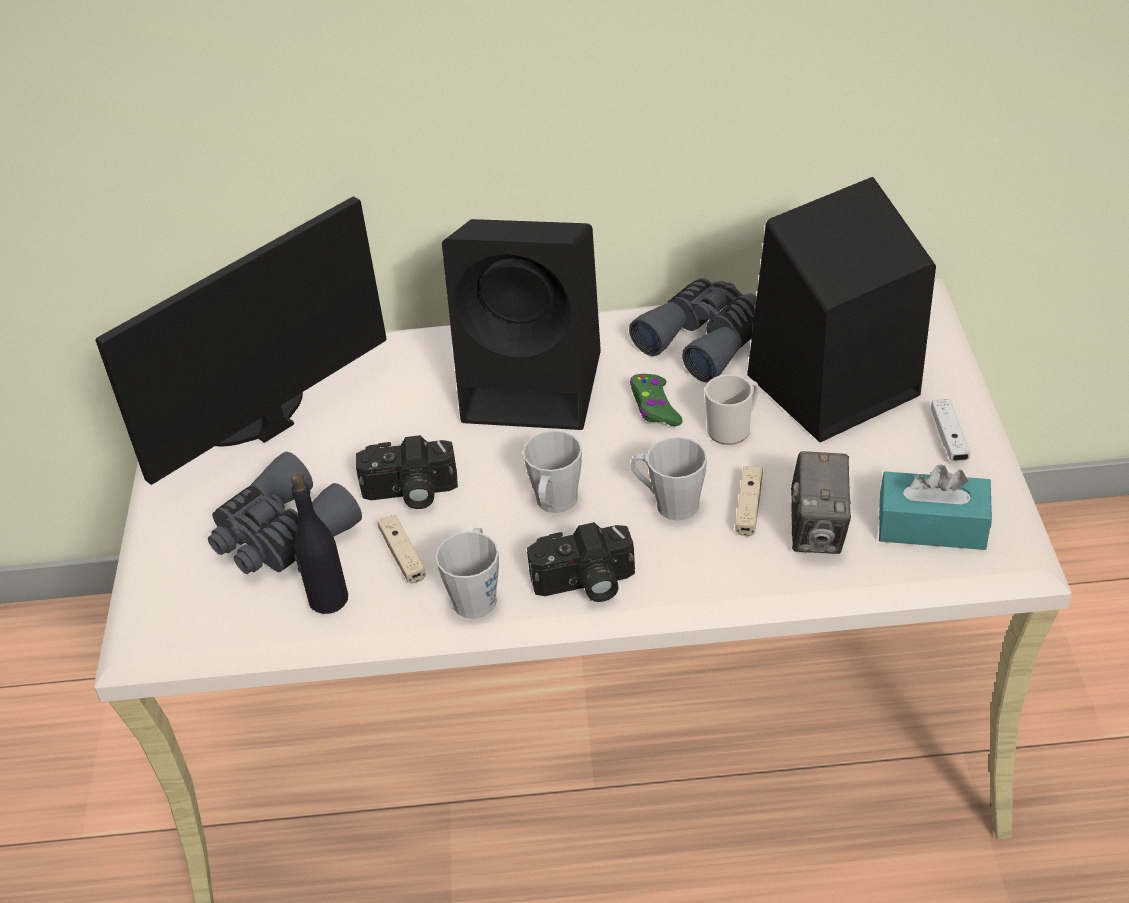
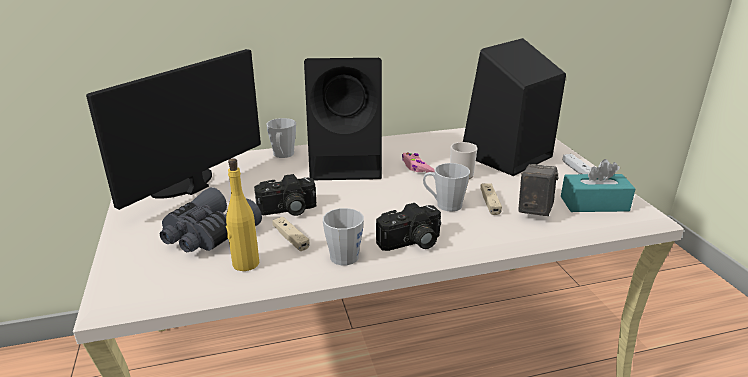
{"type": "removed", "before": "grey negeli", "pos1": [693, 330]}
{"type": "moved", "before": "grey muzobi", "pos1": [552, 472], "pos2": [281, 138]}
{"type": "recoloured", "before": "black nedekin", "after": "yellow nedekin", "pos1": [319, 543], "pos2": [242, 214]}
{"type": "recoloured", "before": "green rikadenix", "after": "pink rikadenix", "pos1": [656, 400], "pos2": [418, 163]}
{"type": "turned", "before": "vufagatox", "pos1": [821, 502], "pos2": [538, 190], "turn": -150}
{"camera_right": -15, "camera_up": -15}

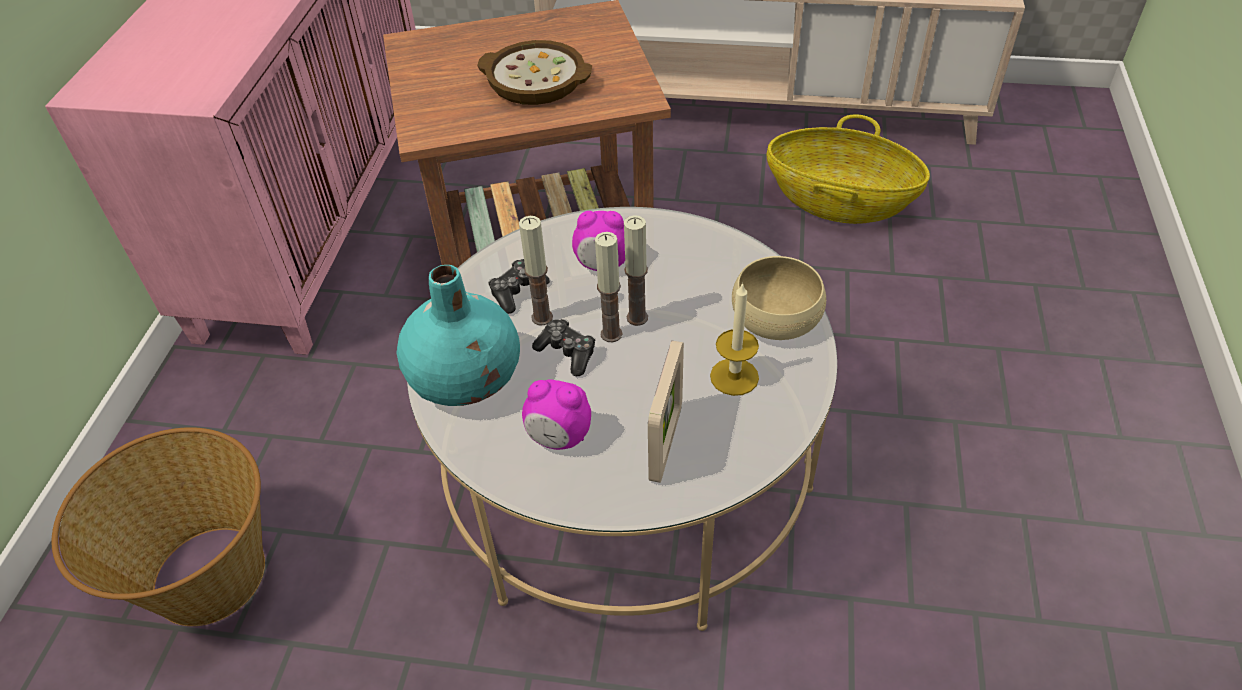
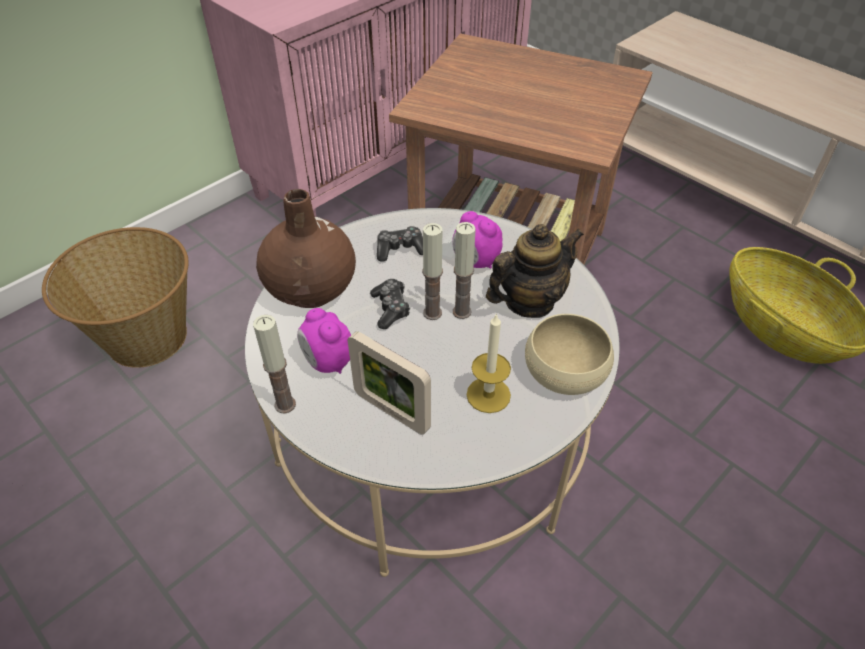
{"type": "removed", "before": "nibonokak", "pos1": [534, 72]}
{"type": "added", "after": "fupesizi", "pos2": [535, 271]}
{"type": "moved", "before": "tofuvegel", "pos1": [536, 270], "pos2": [274, 364]}
{"type": "recoloured", "before": "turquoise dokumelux", "after": "brown dokumelux", "pos1": [458, 335], "pos2": [306, 248]}
{"type": "turned", "before": "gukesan", "pos1": [666, 412], "pos2": [389, 383], "turn": 75}
{"camera_right": 35, "camera_up": 0}

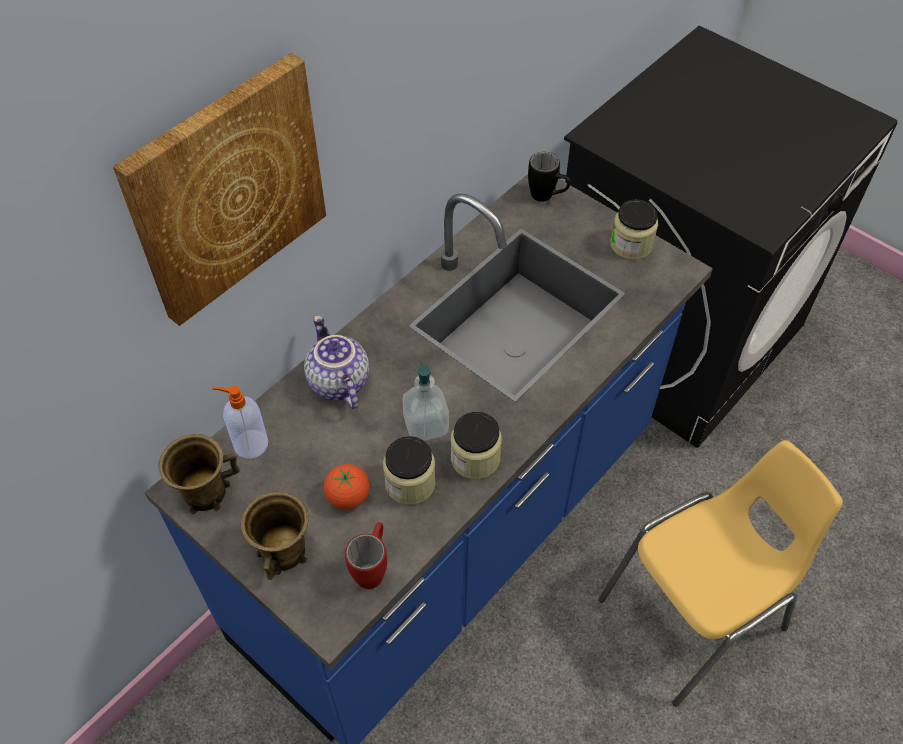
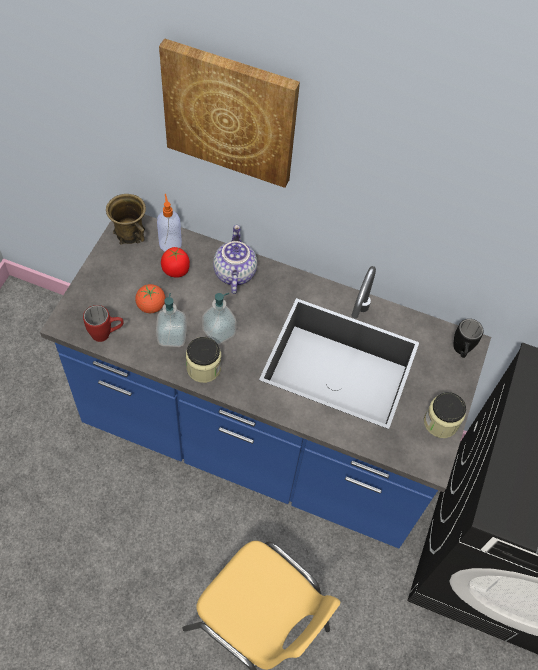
{"type": "removed", "before": "brown muzobi", "pos1": [275, 536]}
{"type": "added", "after": "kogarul", "pos2": [175, 262]}
{"type": "replaced", "before": "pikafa", "after": "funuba", "pos1": [409, 470], "pos2": [171, 320]}
{"type": "turned", "before": "fupesizi", "pos1": [336, 362], "pos2": [235, 259], "turn": -45}
{"camera_right": 65, "camera_up": 5}

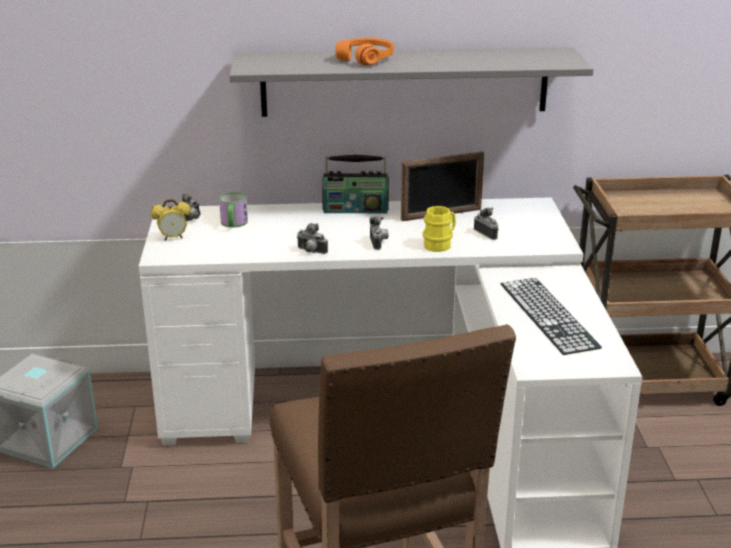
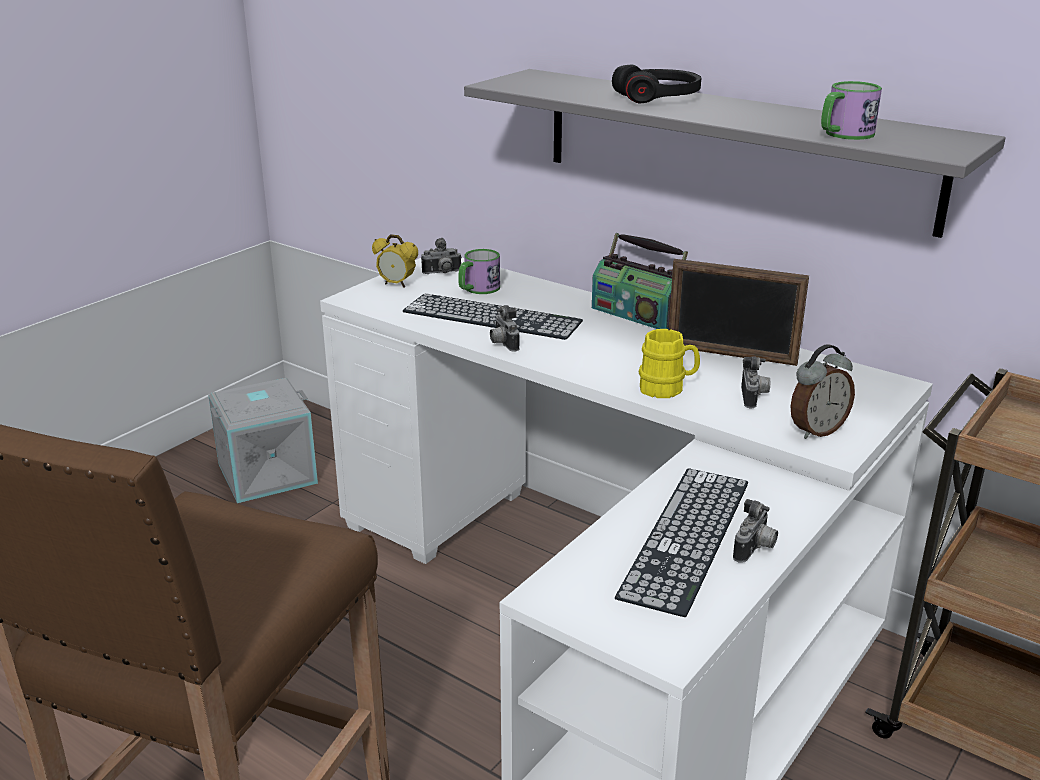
{"type": "added", "after": "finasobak", "pos2": [493, 317]}
{"type": "added", "after": "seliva", "pos2": [822, 391]}
{"type": "added", "after": "muzobi", "pos2": [851, 110]}
{"type": "moved", "before": "vufagatox", "pos1": [378, 233], "pos2": [755, 531]}
{"type": "recoloured", "before": "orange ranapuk", "after": "black ranapuk", "pos1": [365, 51], "pos2": [656, 83]}
{"camera_right": 40, "camera_up": 0}

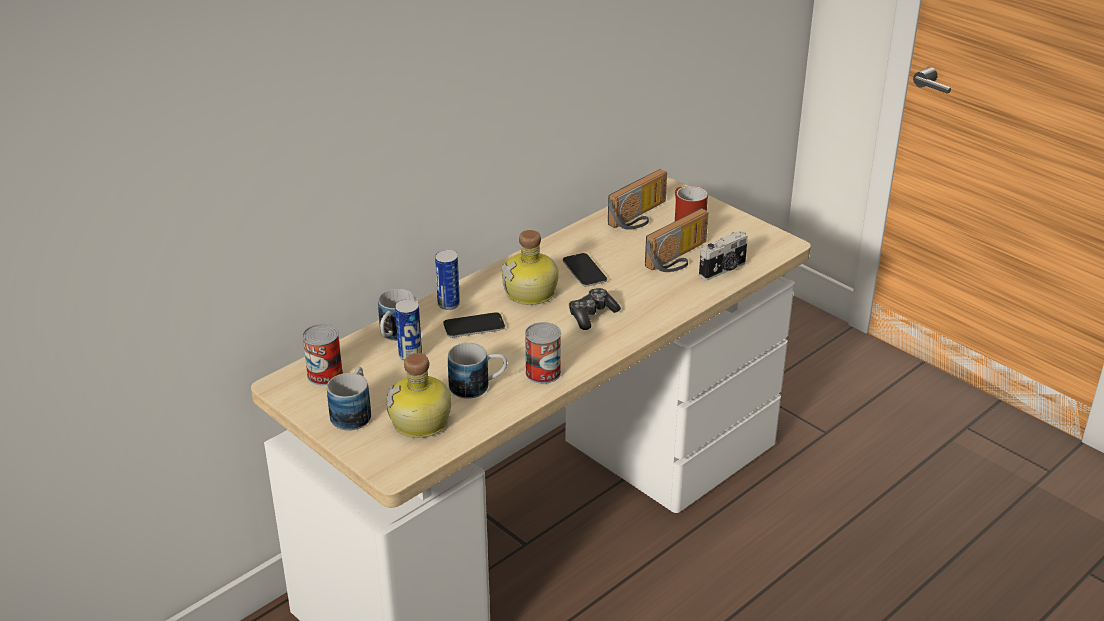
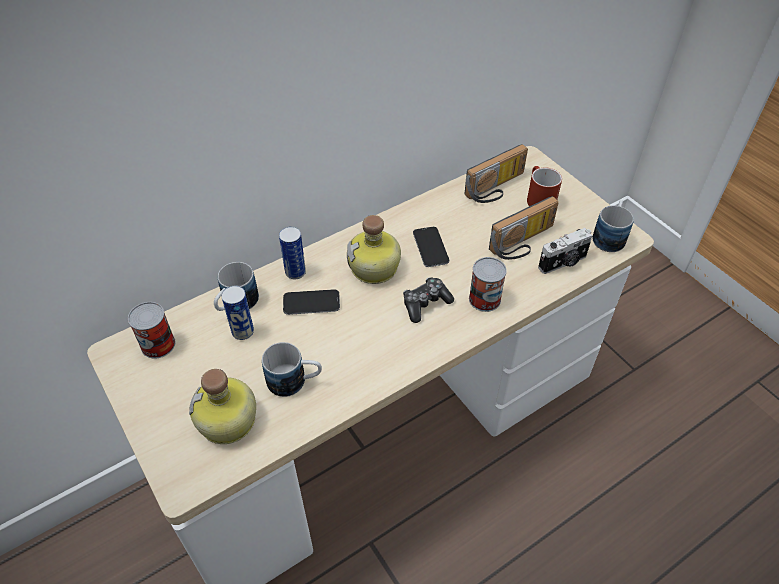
{"type": "moved", "before": "muzobi", "pos1": [349, 399], "pos2": [613, 226]}
{"type": "moved", "before": "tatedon", "pos1": [543, 353], "pos2": [488, 284]}
{"camera_right": 10, "camera_up": 15}

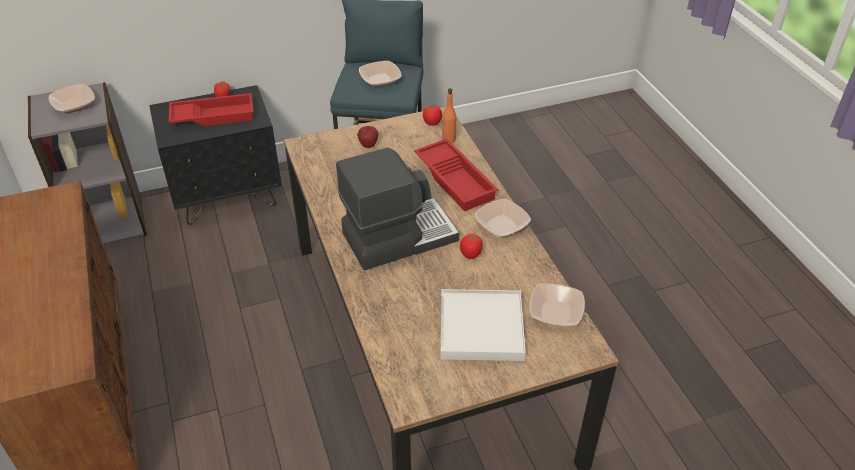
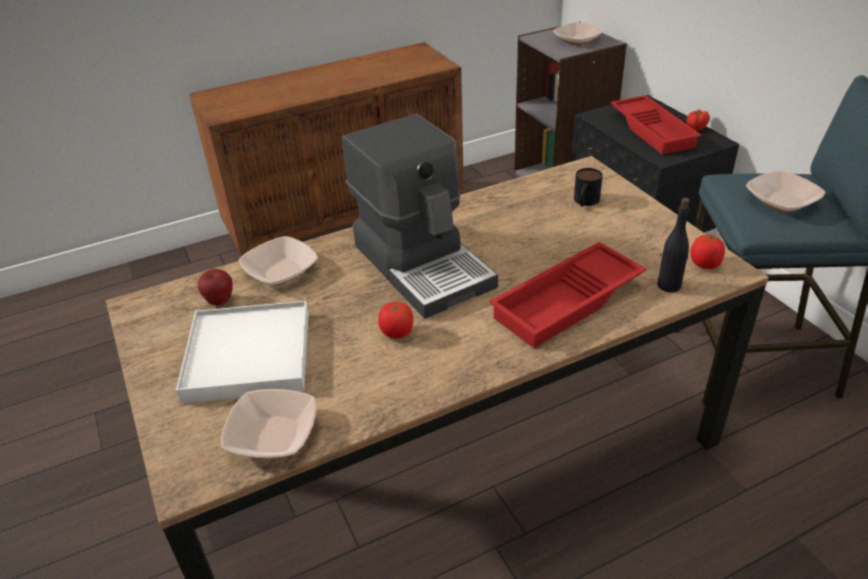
{"type": "added", "after": "muzobi", "pos2": [588, 187]}
{"type": "moved", "before": "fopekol", "pos1": [367, 137], "pos2": [215, 287]}
{"type": "moved", "before": "nibonokak", "pos1": [502, 218], "pos2": [278, 261]}
{"type": "recoloured", "before": "orange nedekin", "after": "black nedekin", "pos1": [449, 115], "pos2": [673, 245]}
{"camera_right": 85, "camera_up": -5}

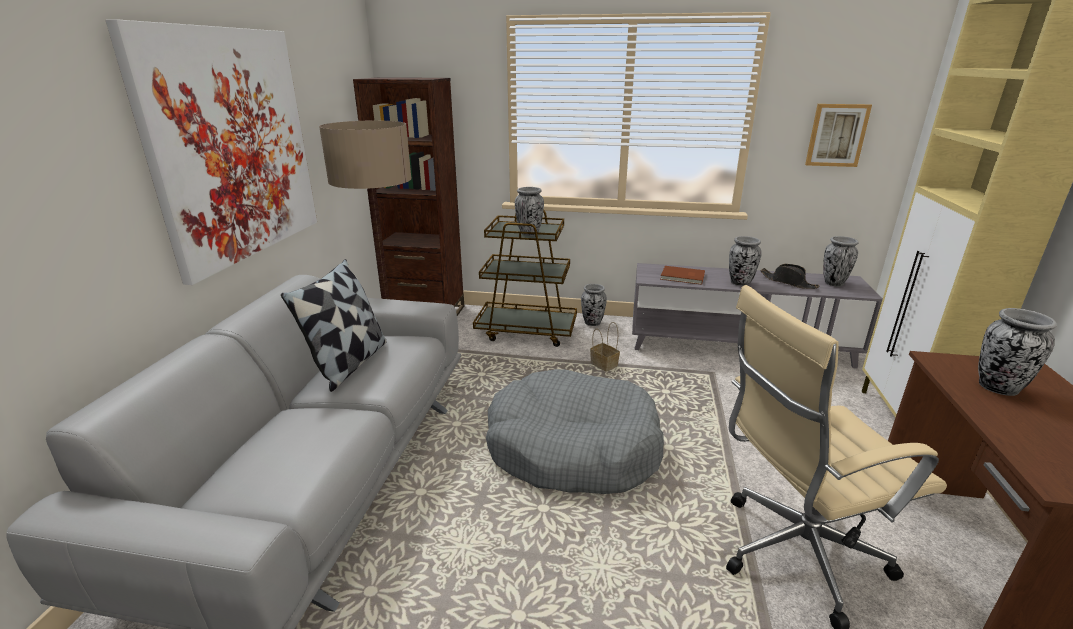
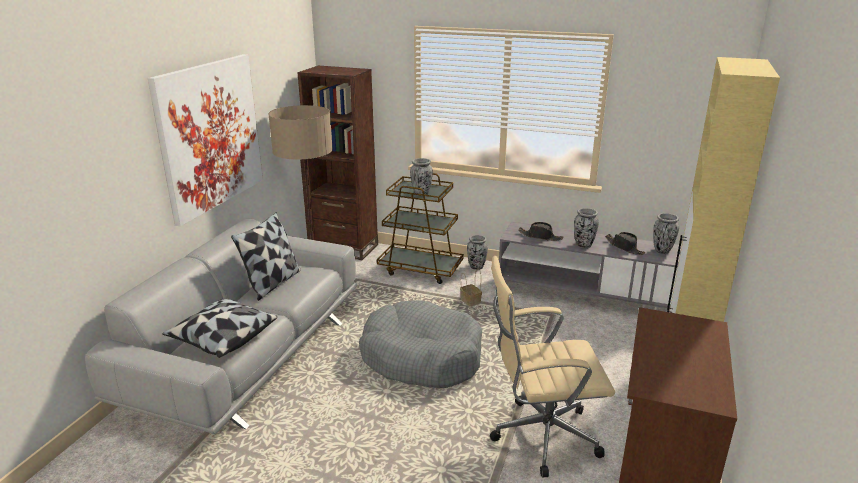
{"type": "removed", "before": "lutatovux", "pos1": [838, 135]}
{"type": "removed", "before": "dokumelux", "pos1": [1017, 352]}
{"type": "added", "after": "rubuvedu", "pos2": [219, 328]}
{"type": "replaced", "before": "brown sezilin", "after": "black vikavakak", "pos1": [683, 275], "pos2": [540, 231]}
{"camera_right": 10, "camera_up": 0}

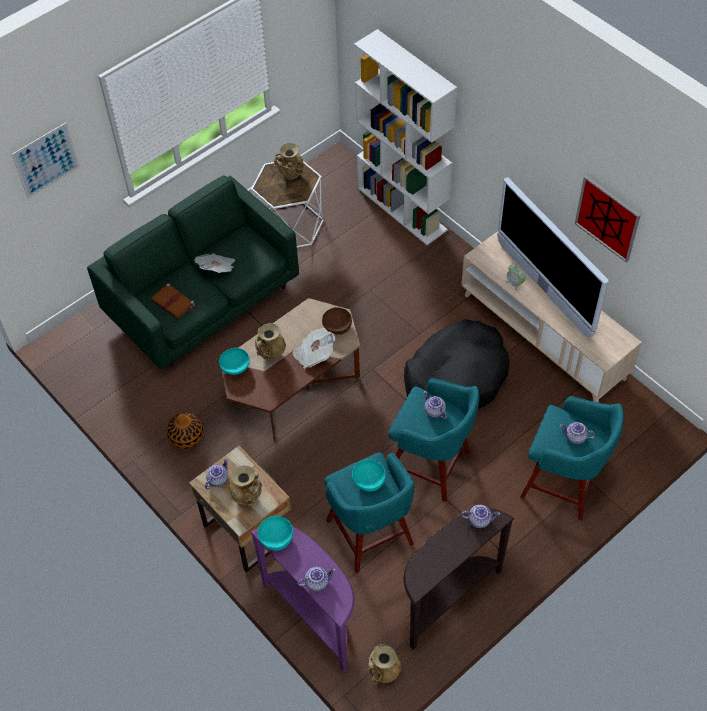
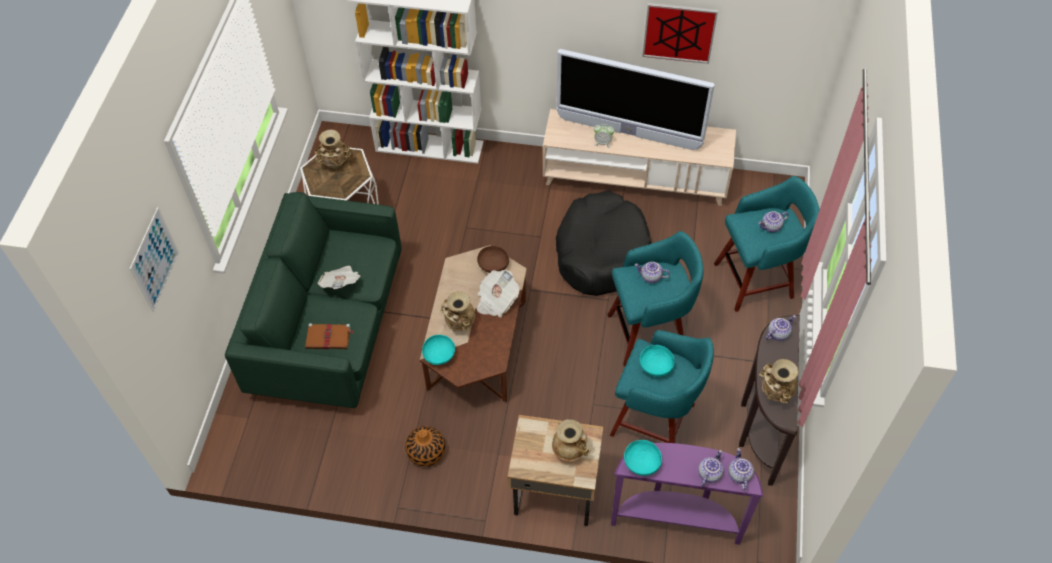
{"type": "moved", "before": "fupesizi", "pos1": [216, 474], "pos2": [741, 469]}
{"type": "moved", "before": "beige dokumelux", "pos1": [384, 664], "pos2": [779, 381]}
{"camera_right": -40, "camera_up": 0}

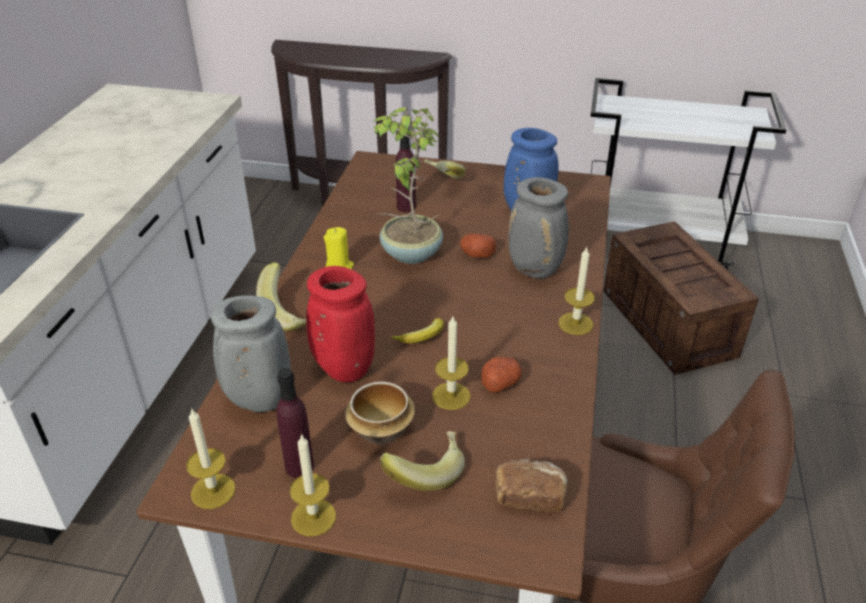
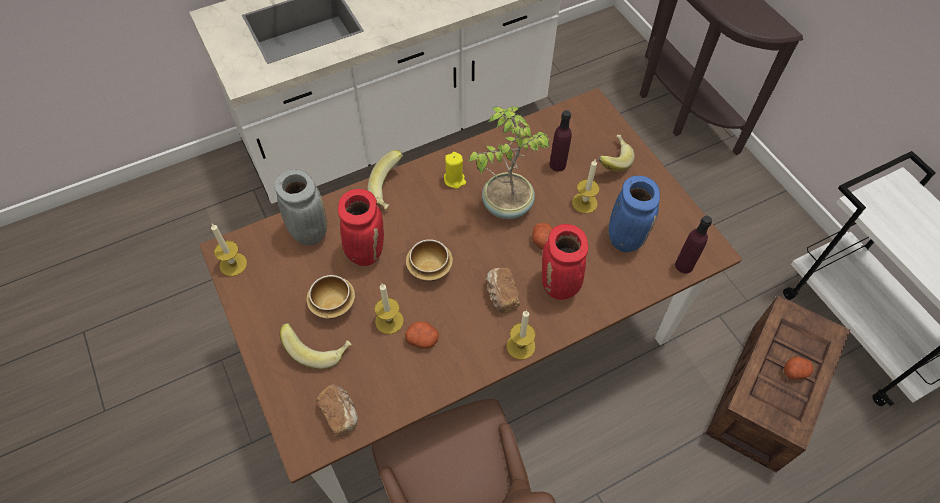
{"type": "added", "after": "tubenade", "pos2": [503, 290]}
{"type": "added", "after": "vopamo", "pos2": [798, 368]}
{"type": "moved", "before": "purple nedekin", "pos1": [295, 423], "pos2": [693, 244]}
{"type": "moved", "before": "tofuvegel", "pos1": [313, 484], "pos2": [586, 187]}
{"type": "replaced", "before": "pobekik", "after": "nibonokak", "pos1": [417, 330], "pos2": [429, 260]}
{"type": "recoloured", "before": "grey dokumelux", "after": "red dokumelux", "pos1": [539, 228], "pos2": [565, 262]}
{"camera_right": 50, "camera_up": 20}

